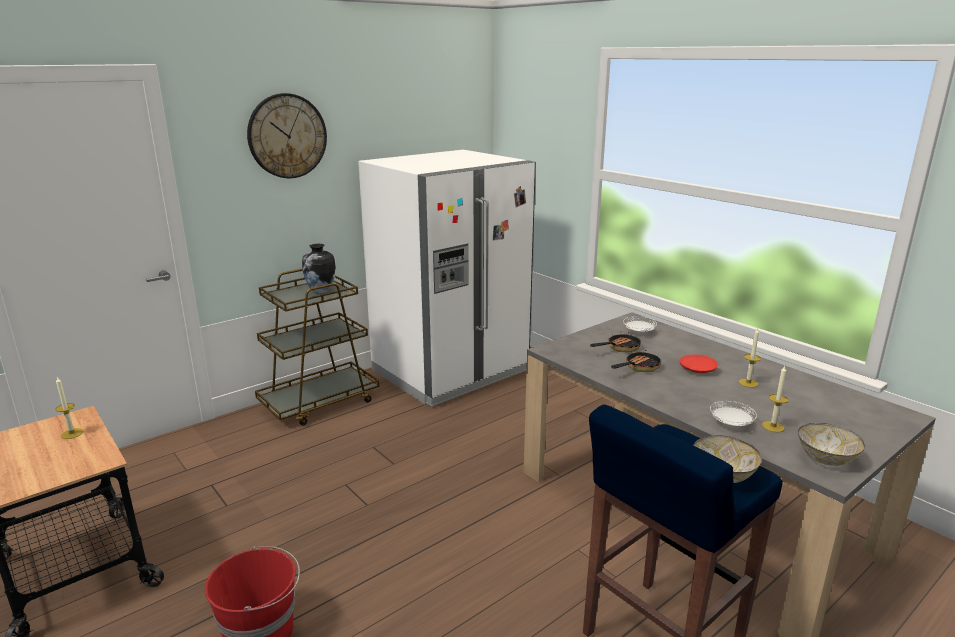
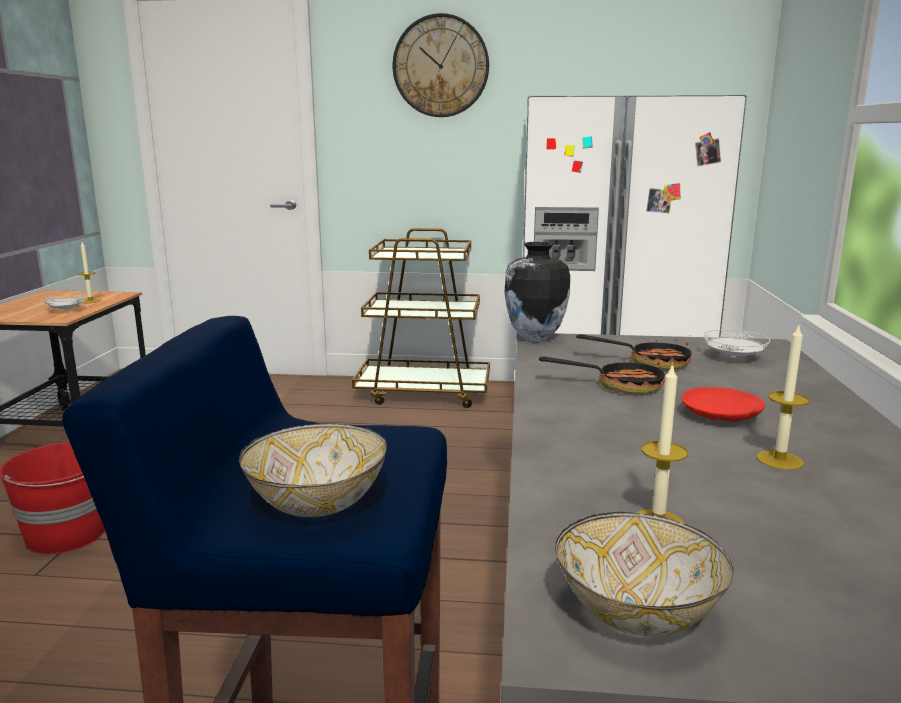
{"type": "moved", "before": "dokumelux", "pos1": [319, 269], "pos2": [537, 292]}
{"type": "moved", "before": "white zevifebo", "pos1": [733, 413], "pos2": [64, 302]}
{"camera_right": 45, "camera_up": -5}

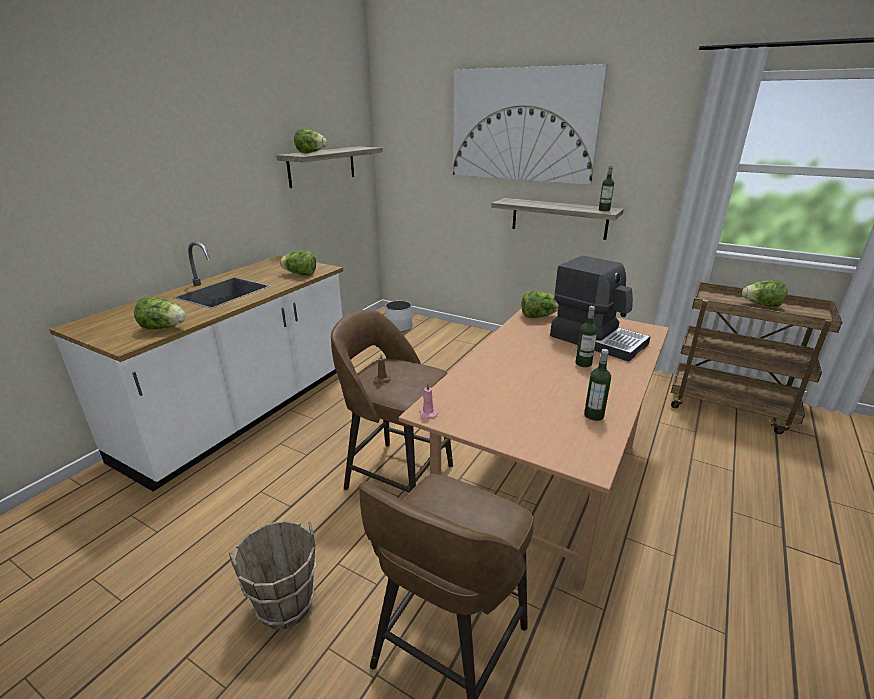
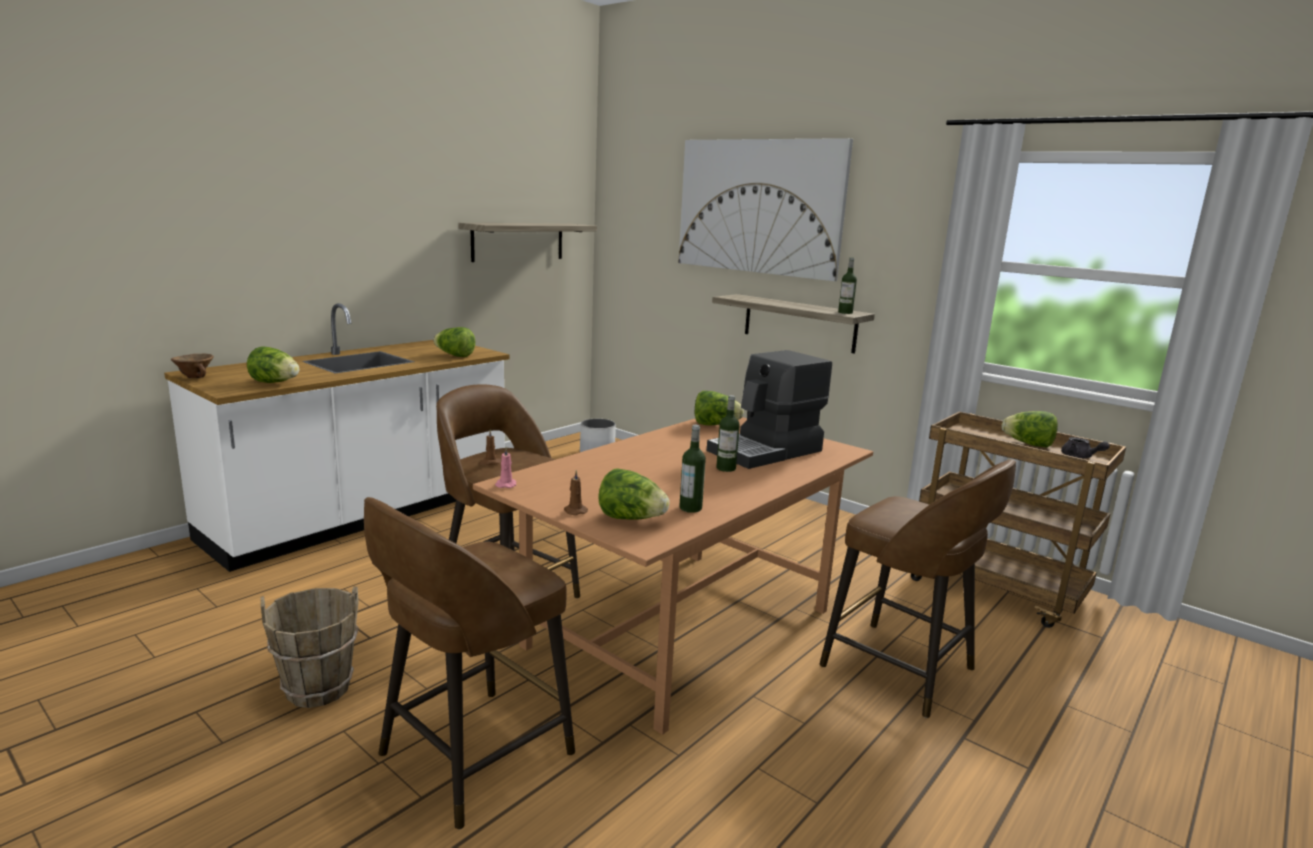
{"type": "added", "after": "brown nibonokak", "pos2": [192, 366]}
{"type": "added", "after": "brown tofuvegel", "pos2": [576, 492]}
{"type": "added", "after": "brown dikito", "pos2": [918, 588]}
{"type": "added", "after": "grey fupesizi", "pos2": [1085, 448]}
{"type": "moved", "before": "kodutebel", "pos1": [310, 141], "pos2": [634, 494]}
{"type": "turned", "before": "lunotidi", "pos1": [600, 309], "pos2": [769, 409], "turn": 90}
{"camera_right": 10, "camera_up": -10}

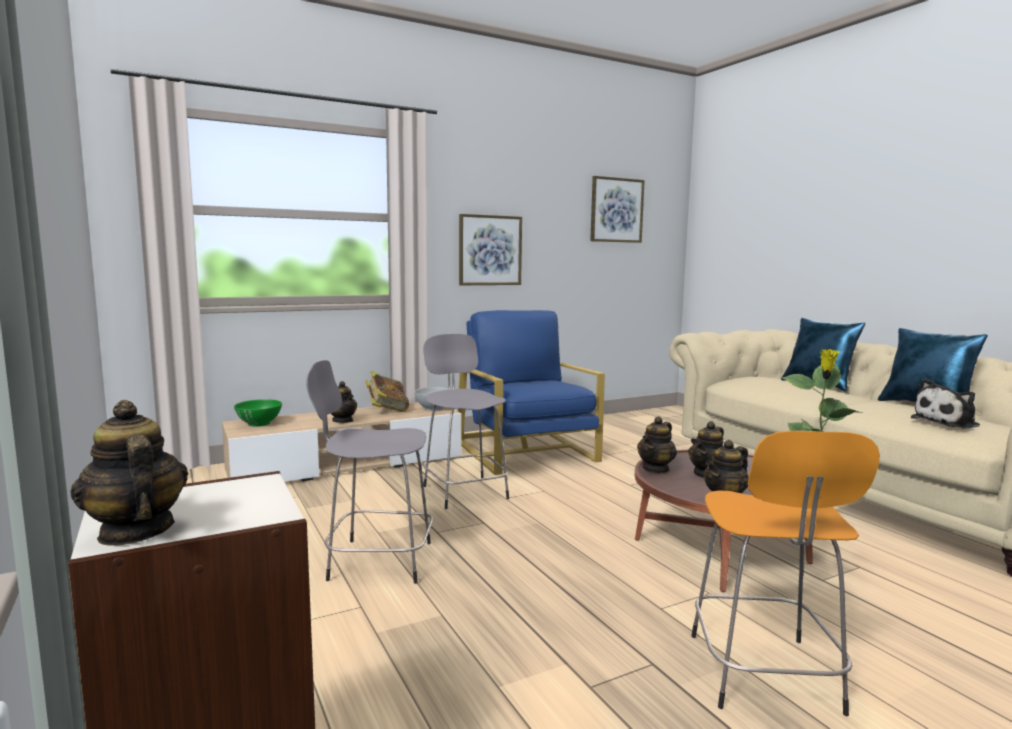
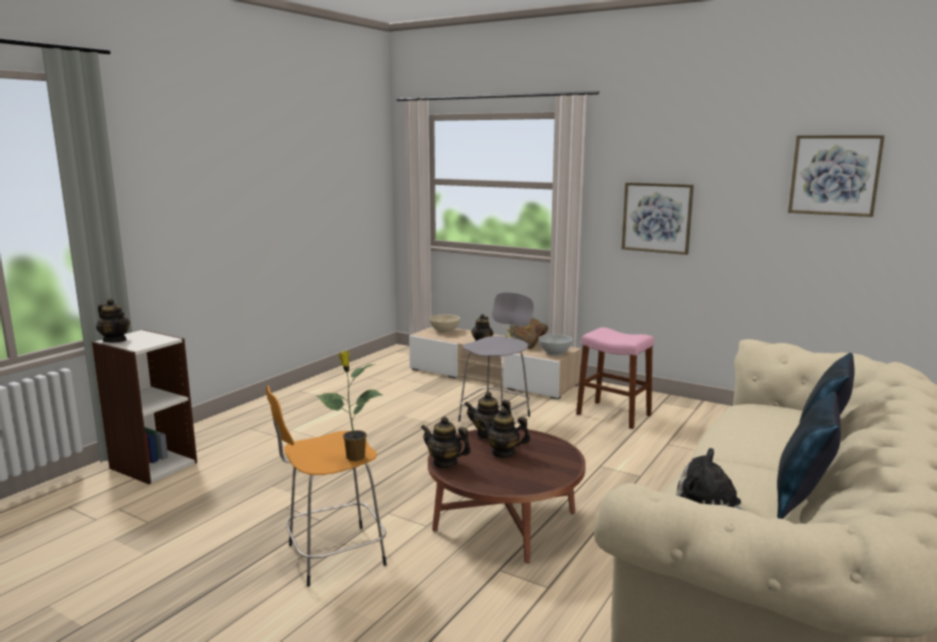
{"type": "removed", "before": "grey dikito", "pos1": [369, 472]}
{"type": "replaced", "before": "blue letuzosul", "after": "pink dikito", "pos1": [531, 392], "pos2": [615, 378]}
{"type": "recoloured", "before": "green nibonokak", "after": "beige nibonokak", "pos1": [258, 413], "pos2": [444, 323]}
{"type": "turned", "before": "fupesizi", "pos1": [129, 473], "pos2": [113, 320], "turn": 105}
{"camera_right": 60, "camera_up": 5}

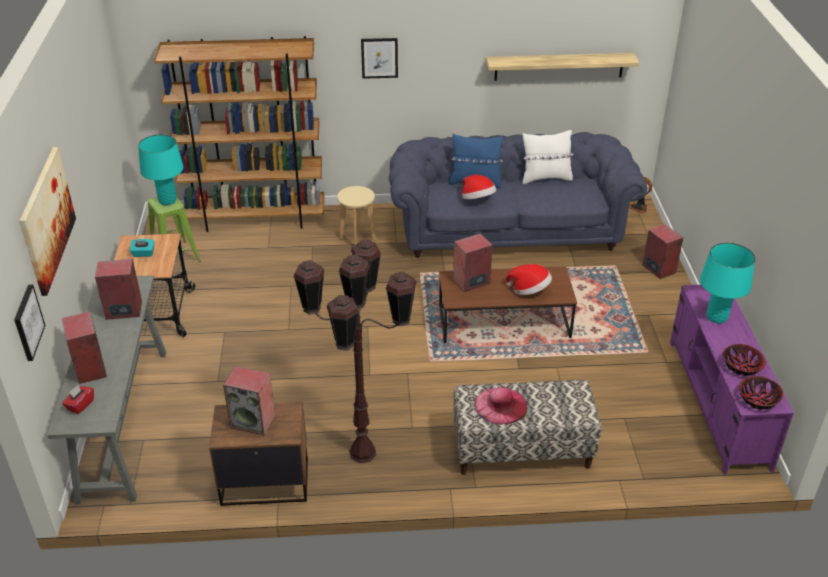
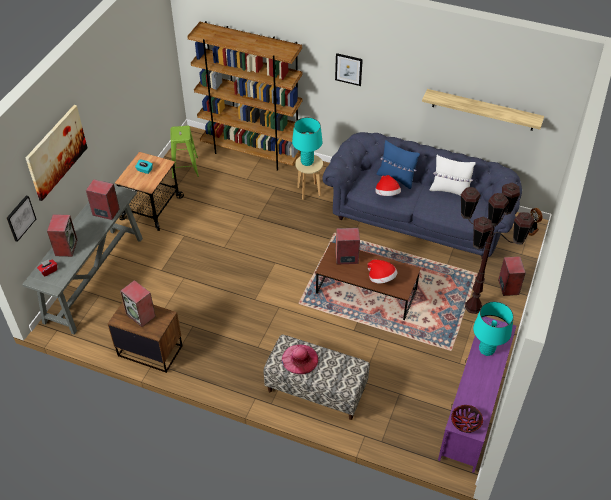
{"type": "removed", "before": "nibonokak", "pos1": [744, 360]}
{"type": "moved", "before": "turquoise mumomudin", "pos1": [161, 169], "pos2": [307, 141]}
{"type": "moved", "before": "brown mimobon", "pos1": [355, 351], "pos2": [498, 248]}
{"camera_right": 25, "camera_up": 10}

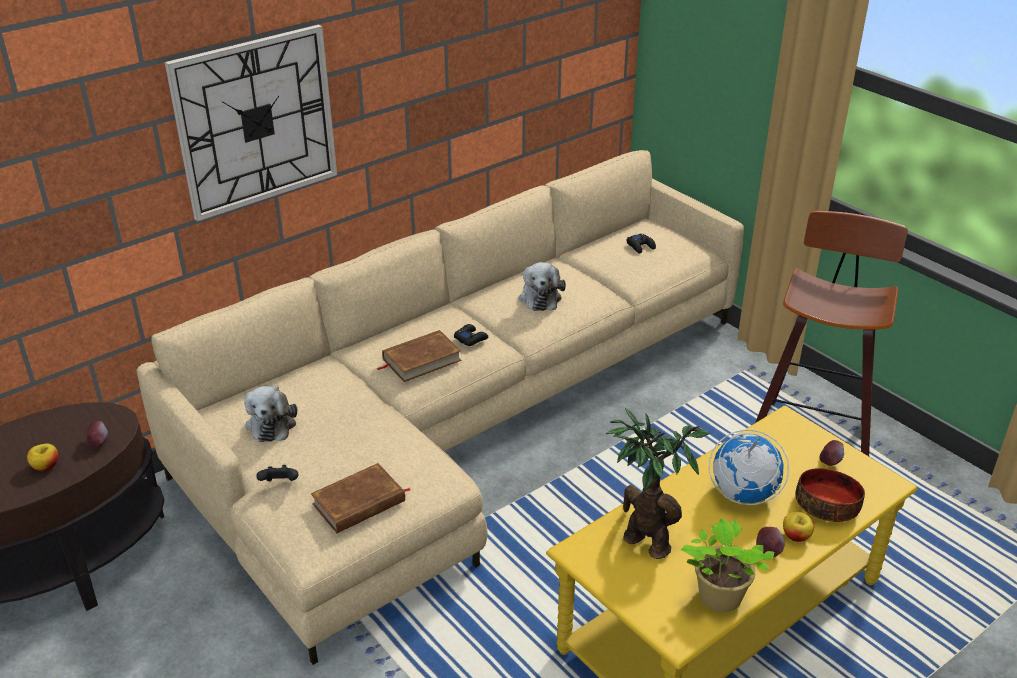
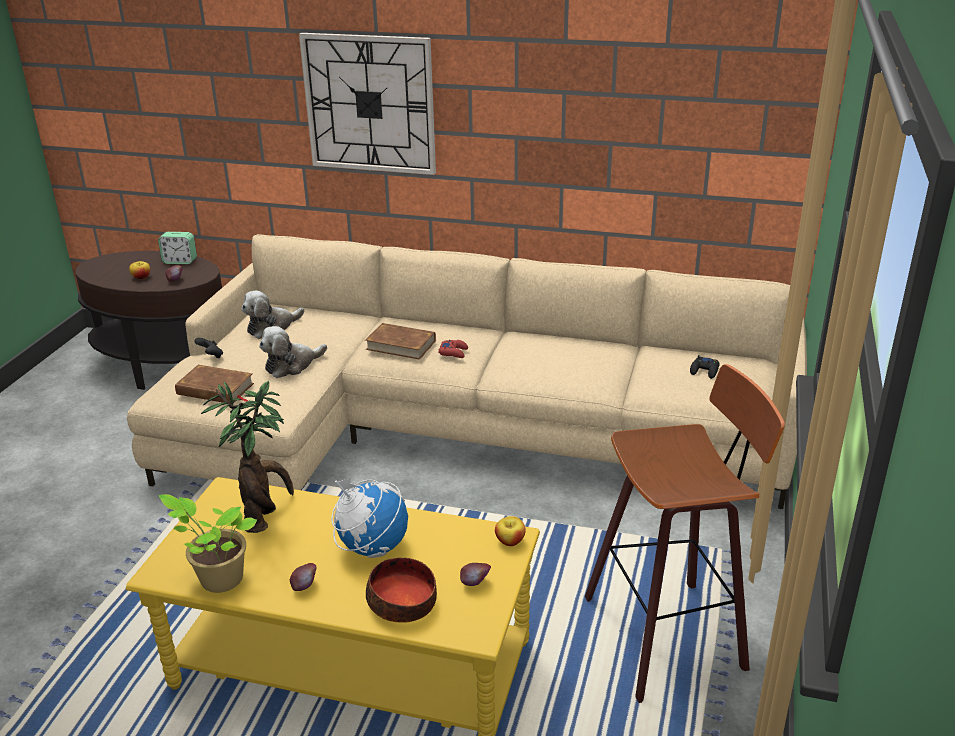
{"type": "added", "after": "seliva", "pos2": [177, 248]}
{"type": "moved", "before": "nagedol", "pos1": [542, 286], "pos2": [293, 352]}
{"type": "moved", "before": "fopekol", "pos1": [798, 527], "pos2": [510, 531]}
{"type": "recoloured", "before": "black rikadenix", "after": "red rikadenix", "pos1": [471, 335], "pos2": [453, 349]}
{"camera_right": 55, "camera_up": -5}

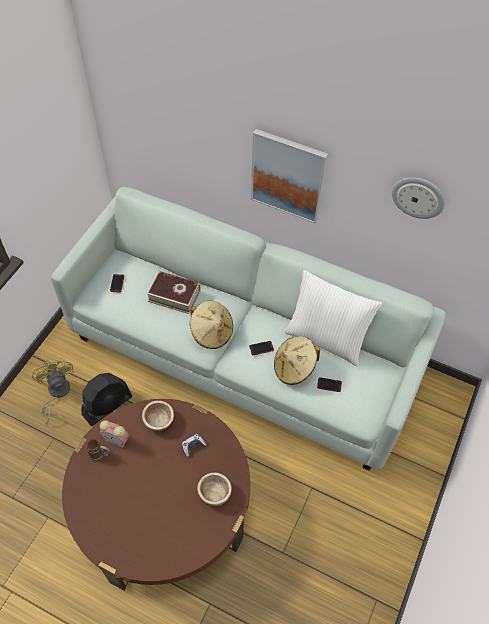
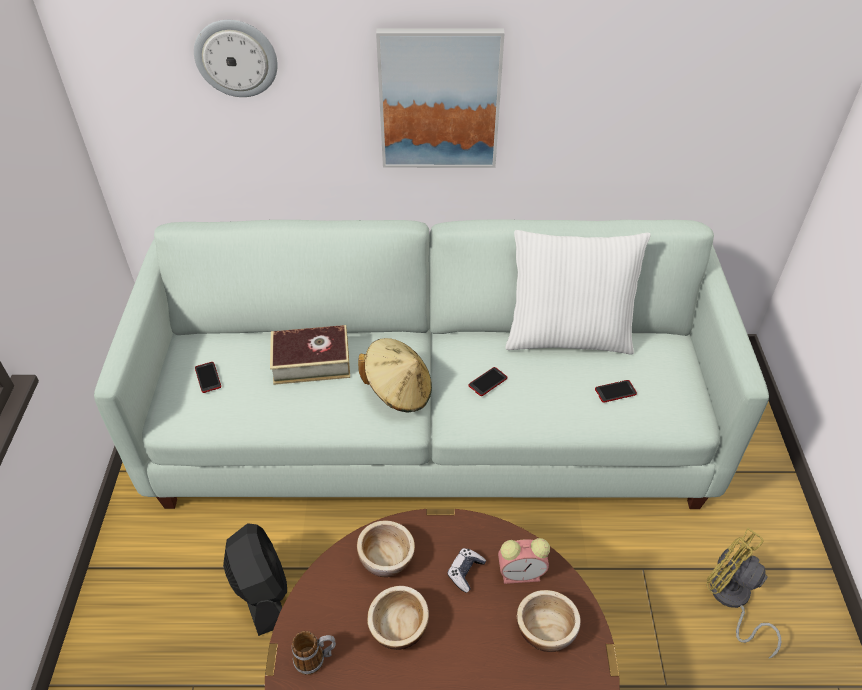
{"type": "removed", "before": "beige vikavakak", "pos1": [297, 360]}
{"type": "added", "after": "nibonokak", "pos2": [398, 618]}
{"type": "moved", "before": "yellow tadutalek", "pos1": [53, 391], "pos2": [744, 593]}
{"type": "moved", "before": "seliva", "pos1": [114, 434], "pos2": [524, 561]}
{"type": "moved", "before": "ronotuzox", "pos1": [418, 198], "pos2": [236, 58]}
{"type": "turned", "before": "black tadutalek", "pos1": [106, 399], "pos2": [255, 579], "turn": -45}
{"camera_right": -25, "camera_up": -10}

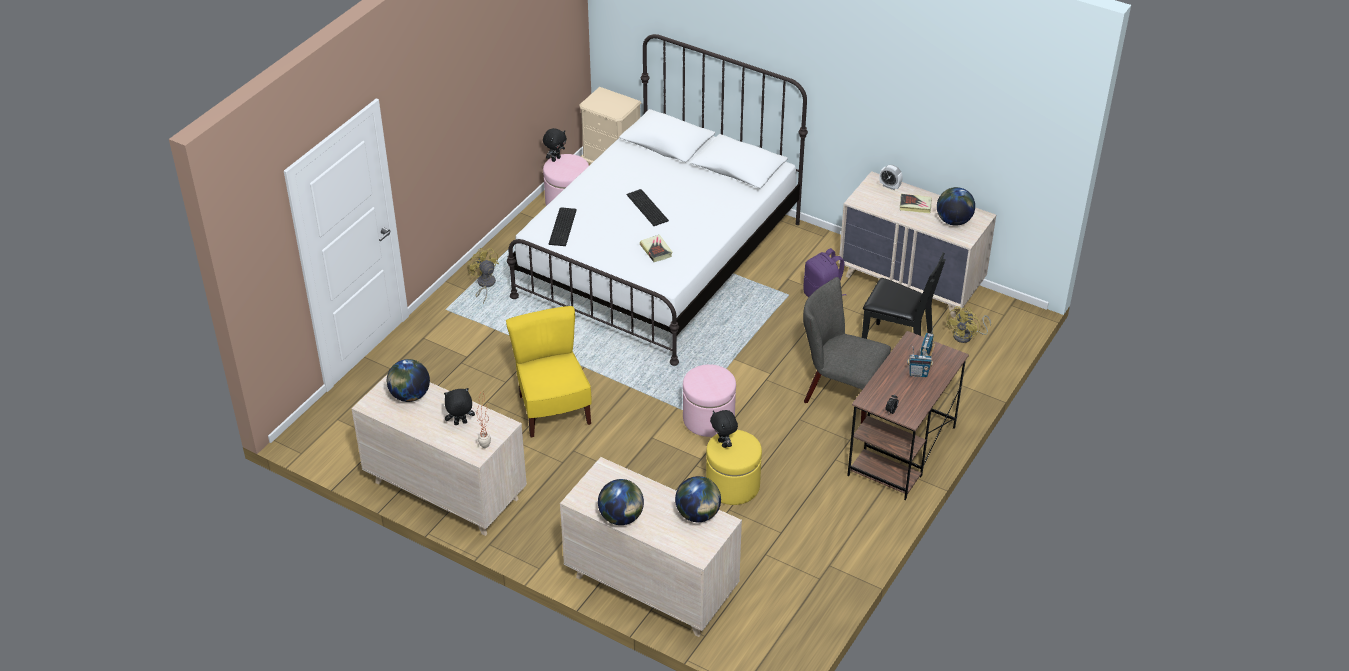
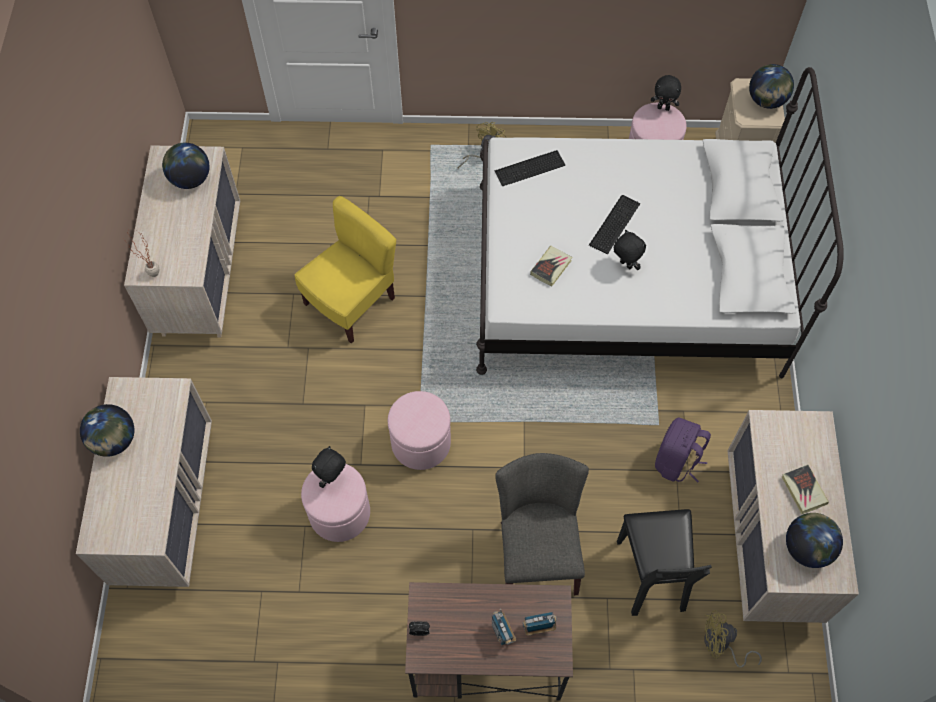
{"type": "removed", "before": "seliva", "pos1": [891, 177]}
{"type": "moved", "before": "black nagedol", "pos1": [459, 406], "pos2": [630, 250]}
{"type": "moved", "before": "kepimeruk", "pos1": [698, 499], "pos2": [771, 86]}
{"type": "recoloured", "before": "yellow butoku", "after": "pink butoku", "pos1": [734, 467], "pos2": [335, 503]}
{"camera_right": 60, "camera_up": 20}

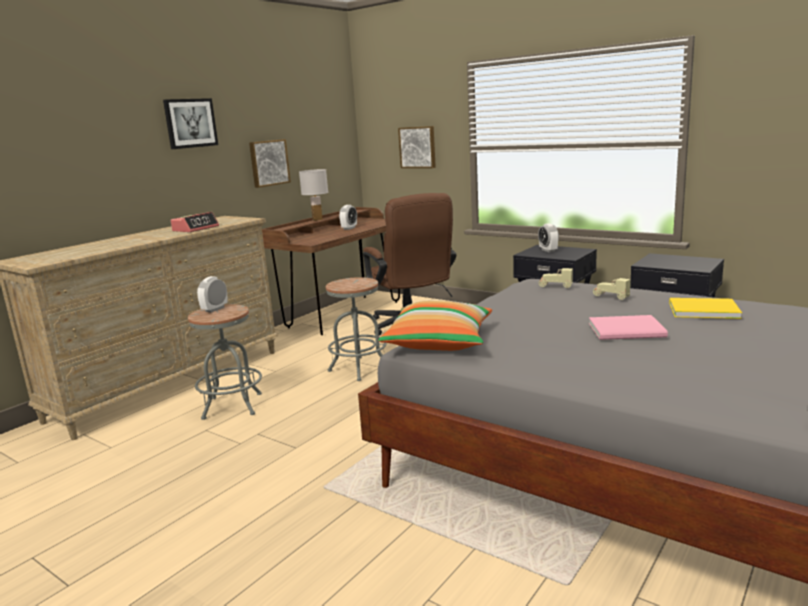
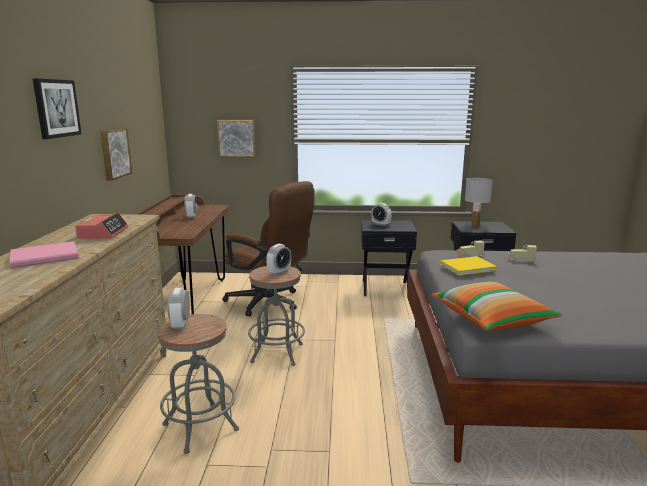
{"type": "added", "after": "seliva", "pos2": [278, 260]}
{"type": "moved", "before": "white mumomudin", "pos1": [313, 195], "pos2": [479, 202]}
{"type": "moved", "before": "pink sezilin", "pos1": [628, 327], "pos2": [44, 254]}
{"type": "moved", "before": "yellow sezilin", "pos1": [705, 308], "pos2": [468, 265]}
{"camera_right": -35, "camera_up": 0}

